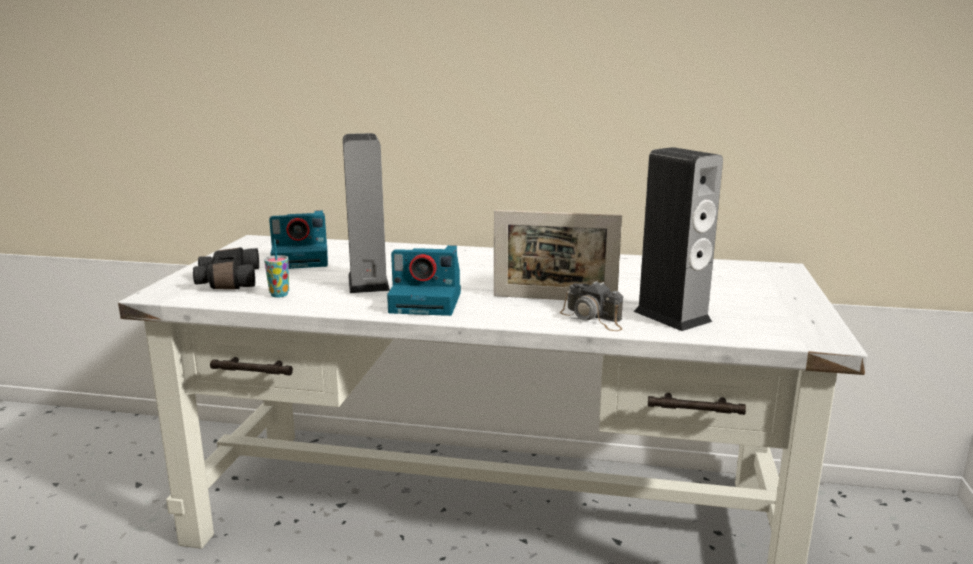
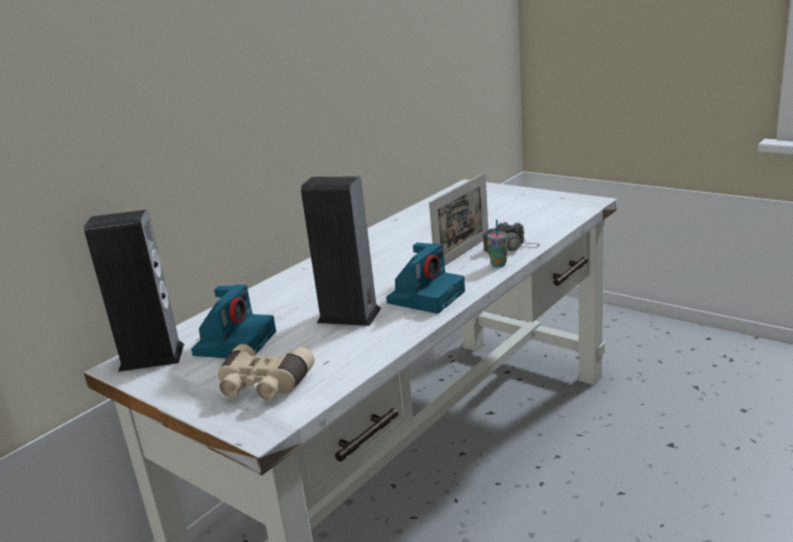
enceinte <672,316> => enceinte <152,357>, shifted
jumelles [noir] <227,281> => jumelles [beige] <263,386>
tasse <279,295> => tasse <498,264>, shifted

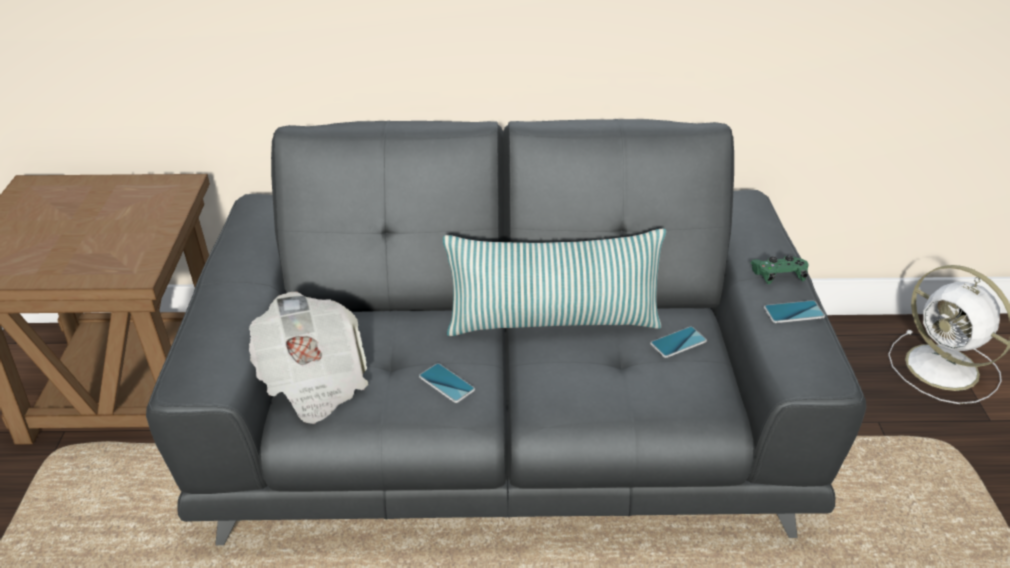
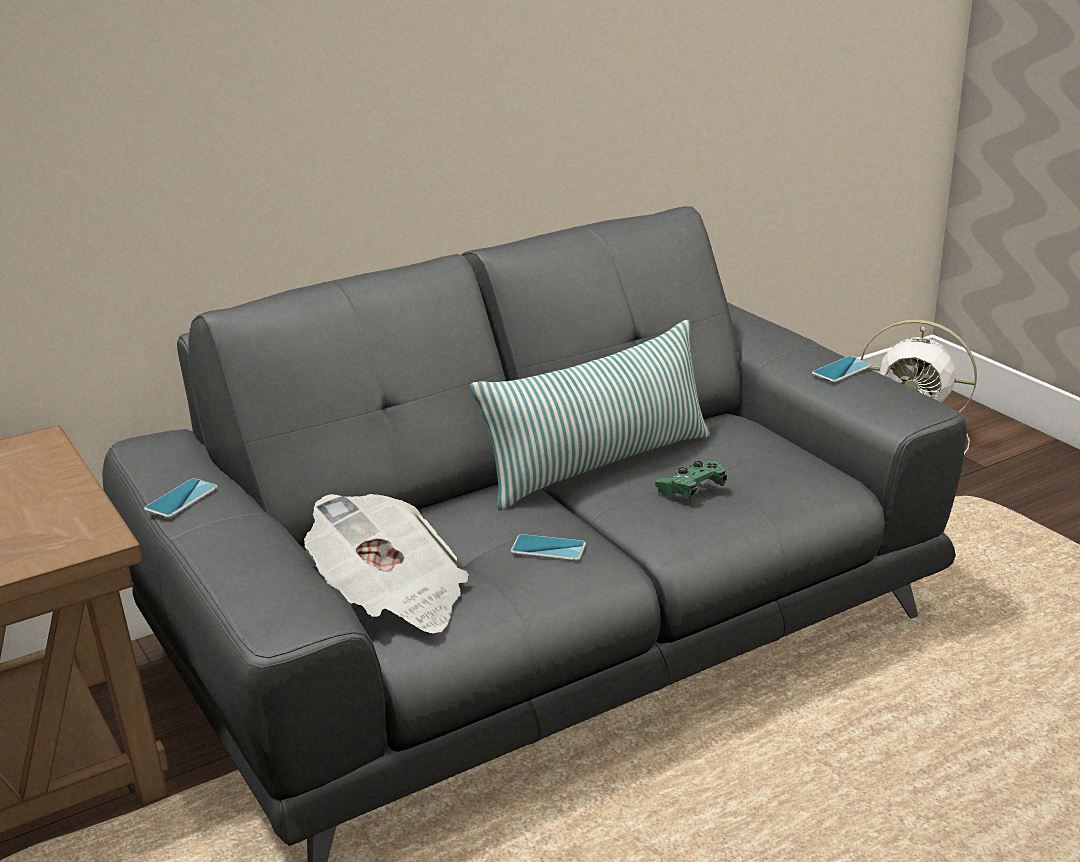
téléphone <678,343> => téléphone <181,499>, shifted
manette [vert] <778,276> => manette [vert] <691,490>, shifted

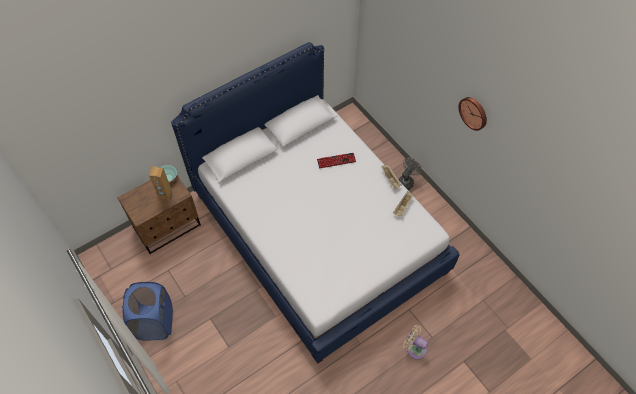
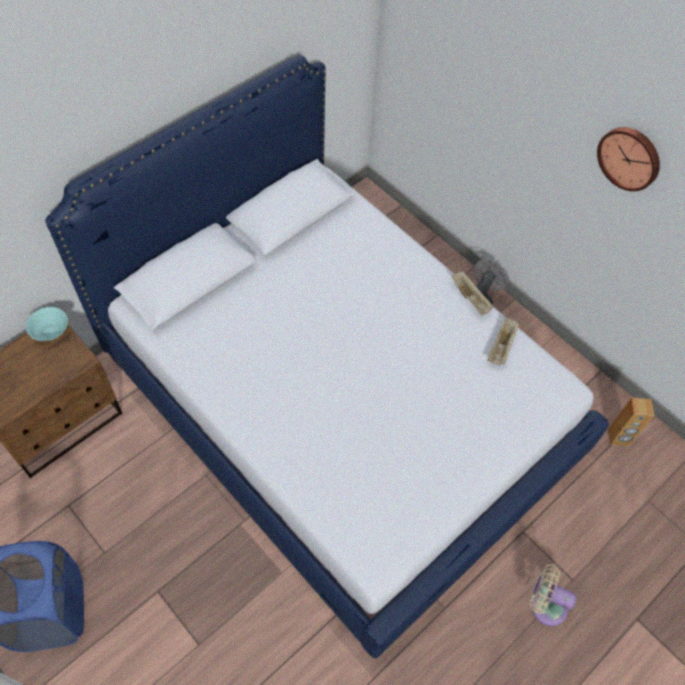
enceinte [marron] <165,194> => enceinte [marron] <618,438>, shifted
clavier <336,161> => nothing

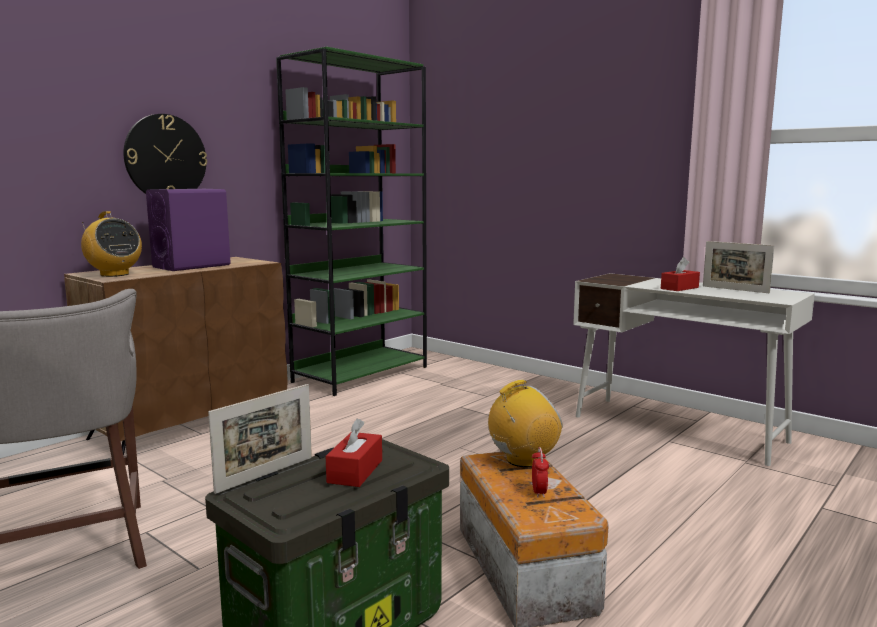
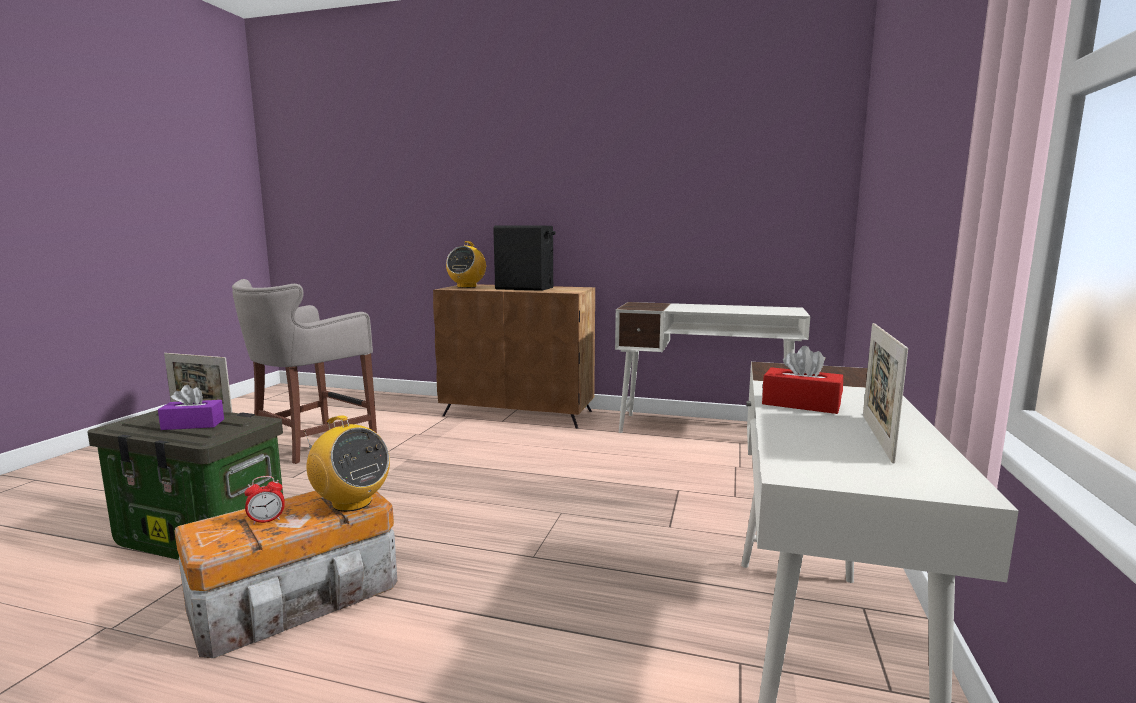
boîte à mouchoirs [rouge] <355,471> => boîte à mouchoirs [violet] <193,424>
enceinte [violet] <192,266> => enceinte [noir] <525,288>
bibliothèque [vert] <361,374> => bureau [blanc] <705,430>
horloge murale <165,157> => nothing

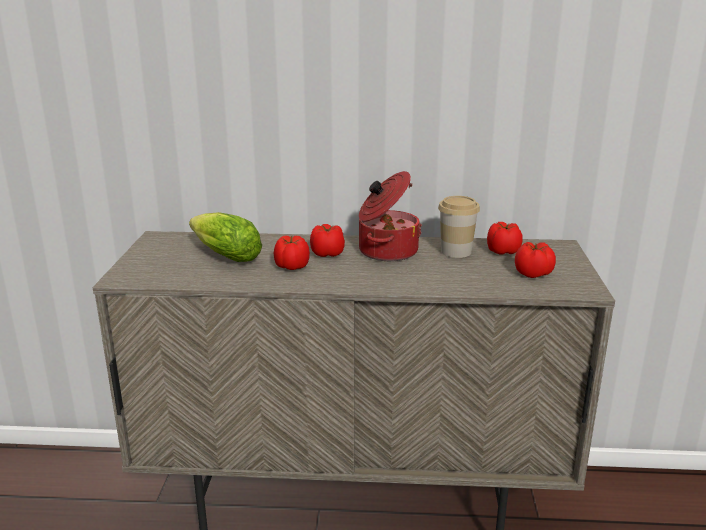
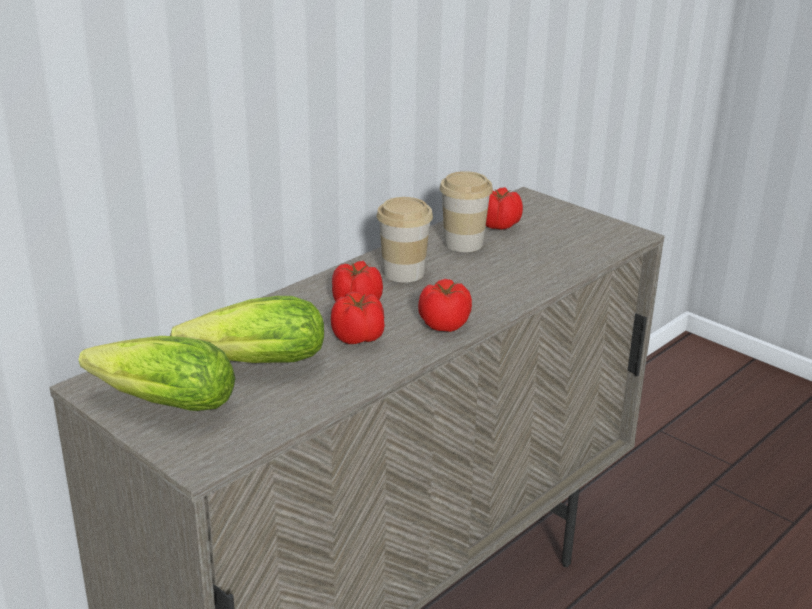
nothing => laitue <158,403>
marmite <386,251> => tasse <403,273>
tomate <533,274> => tomate <445,324>, shifted

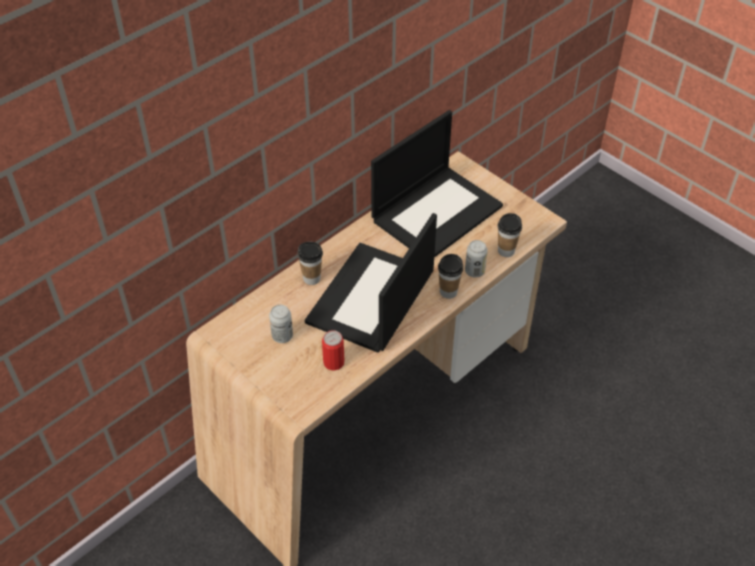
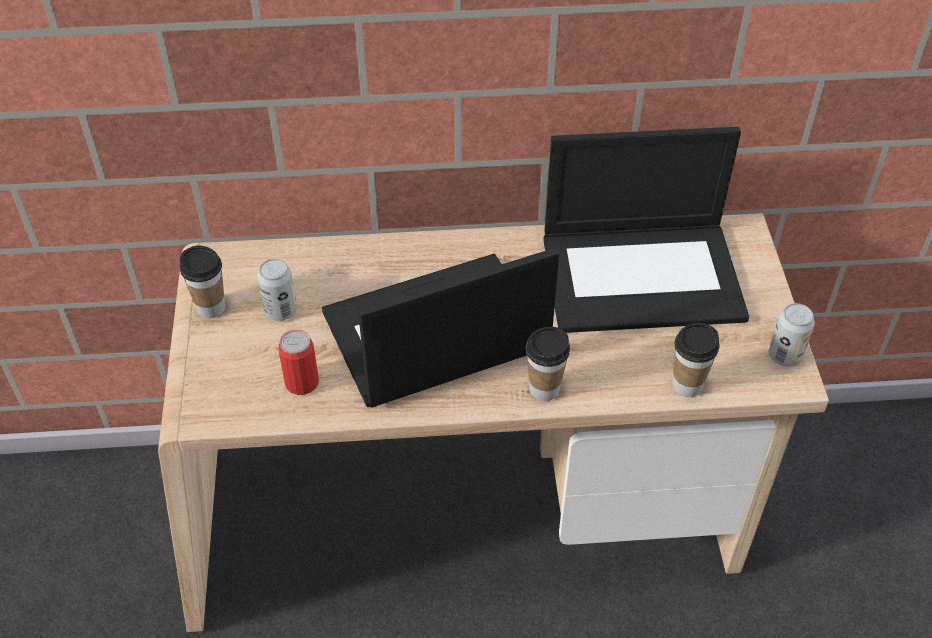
tasse <312,278> => tasse <211,307>, shifted
boîte métallique <474,271> => boîte métallique <785,355>, shifted

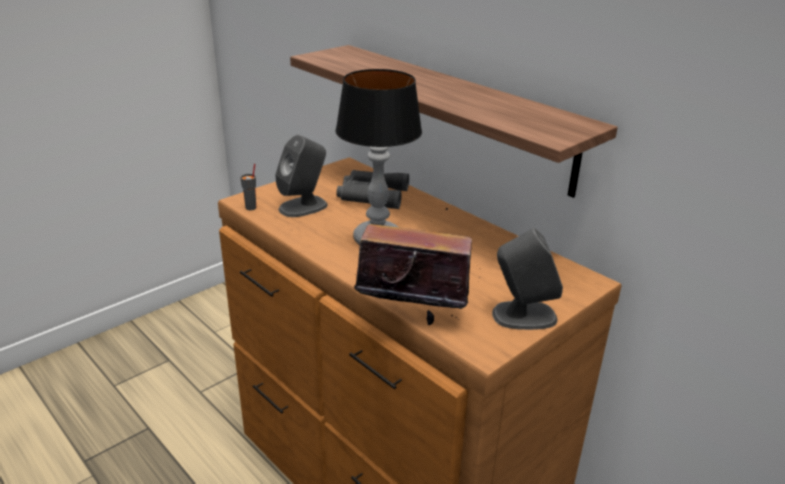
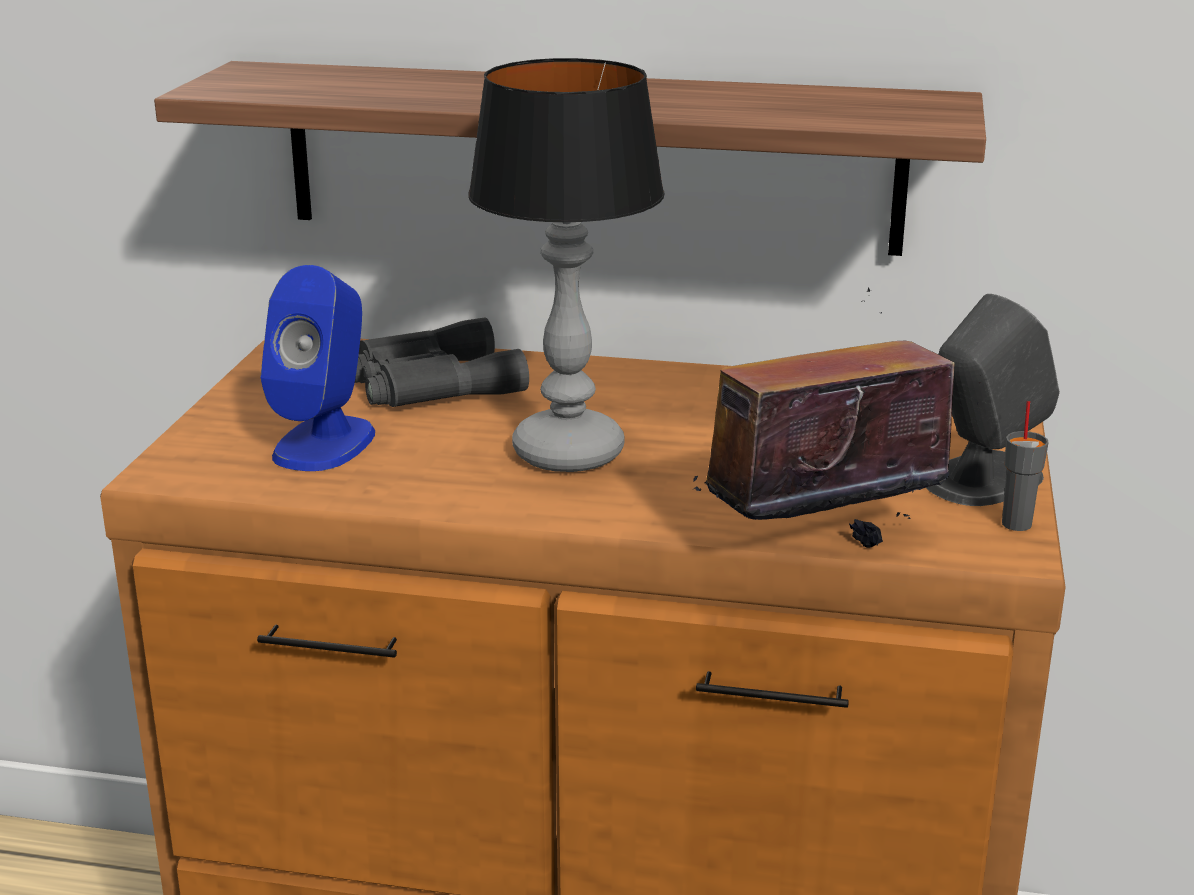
enceinte [gris] <303,206> => enceinte [bleu] <325,443>
tasse [gris] <251,207> => tasse [gris] <1017,523>, shifted

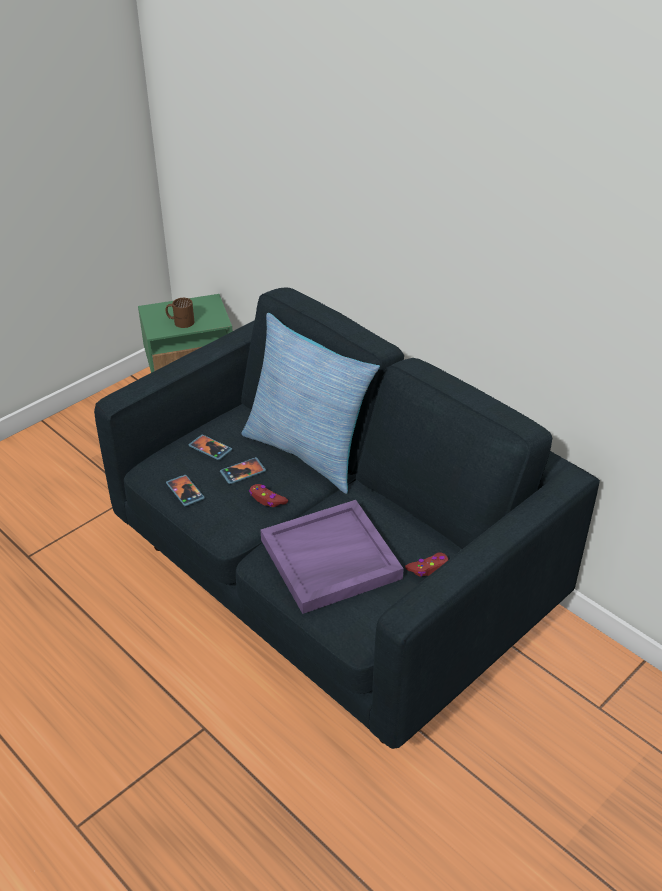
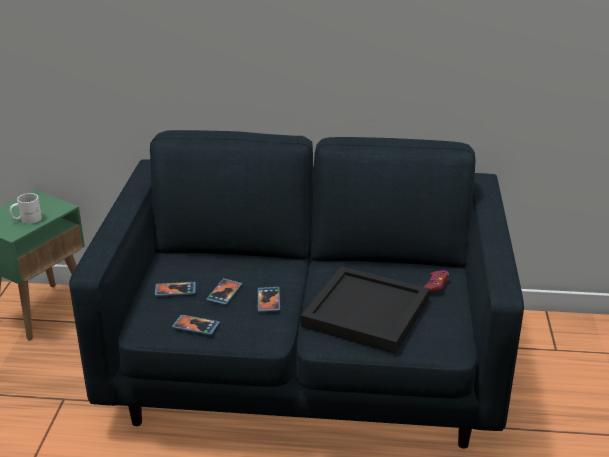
mug [marron] <180,321> => mug [blanc] <26,219>
manette [rouge] <267,499> => téléphone <268,300>
plateau [violet] <330,560> => plateau [noir] <366,313>
coussin <308,451> => nothing

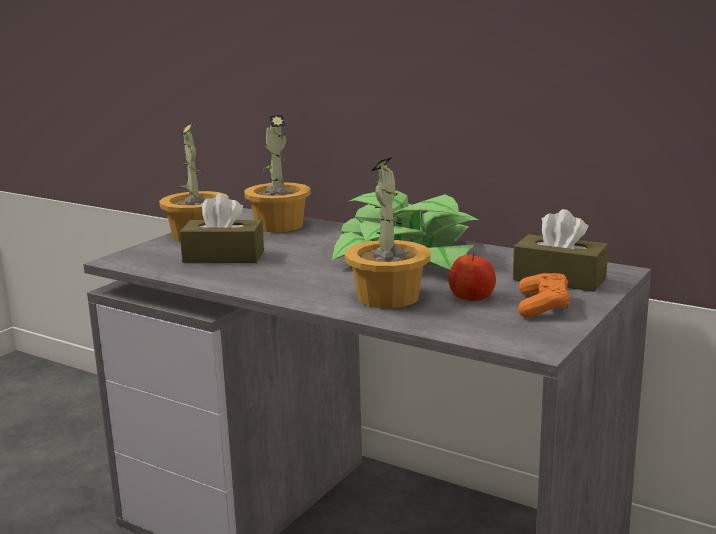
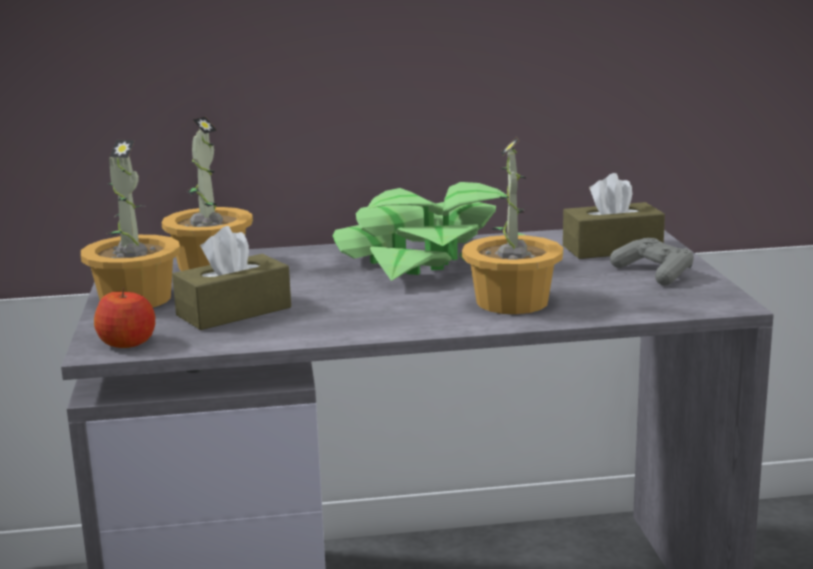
pomme <472,297> => pomme <128,343>, shifted
manette [orange] <542,306> => manette [gris] <653,273>

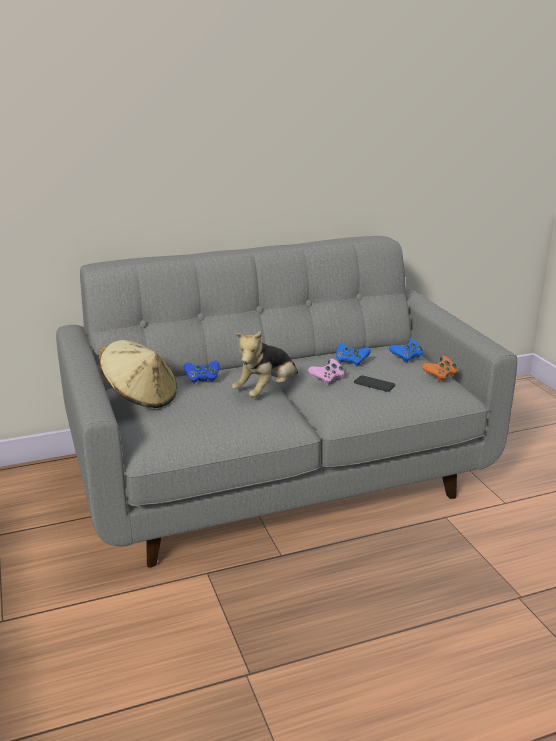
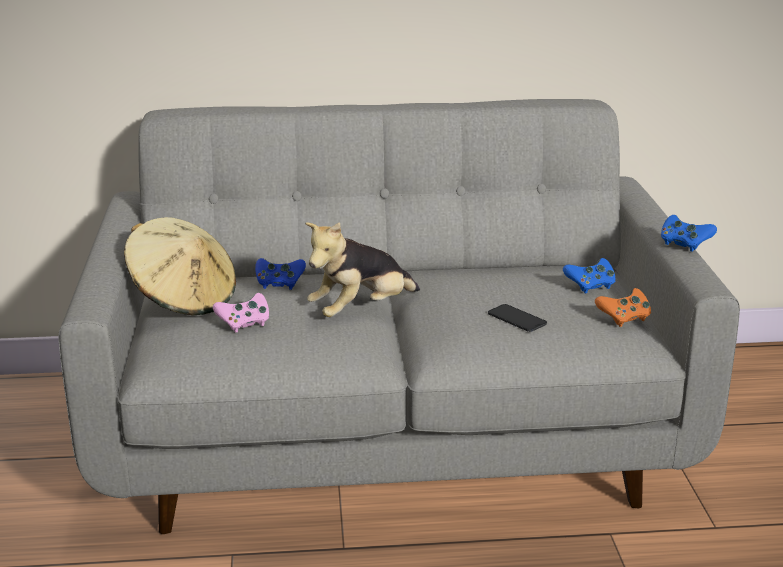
manette [rose] <327,379> => manette [rose] <244,324>, shifted
manette [bleu] <351,362> => manette [bleu] <684,244>, shifted

